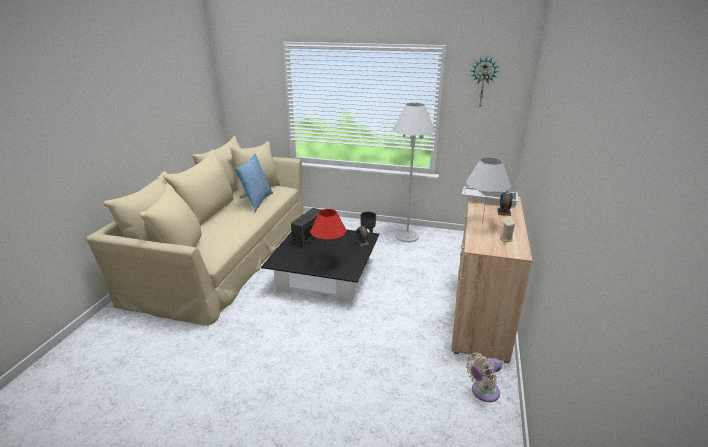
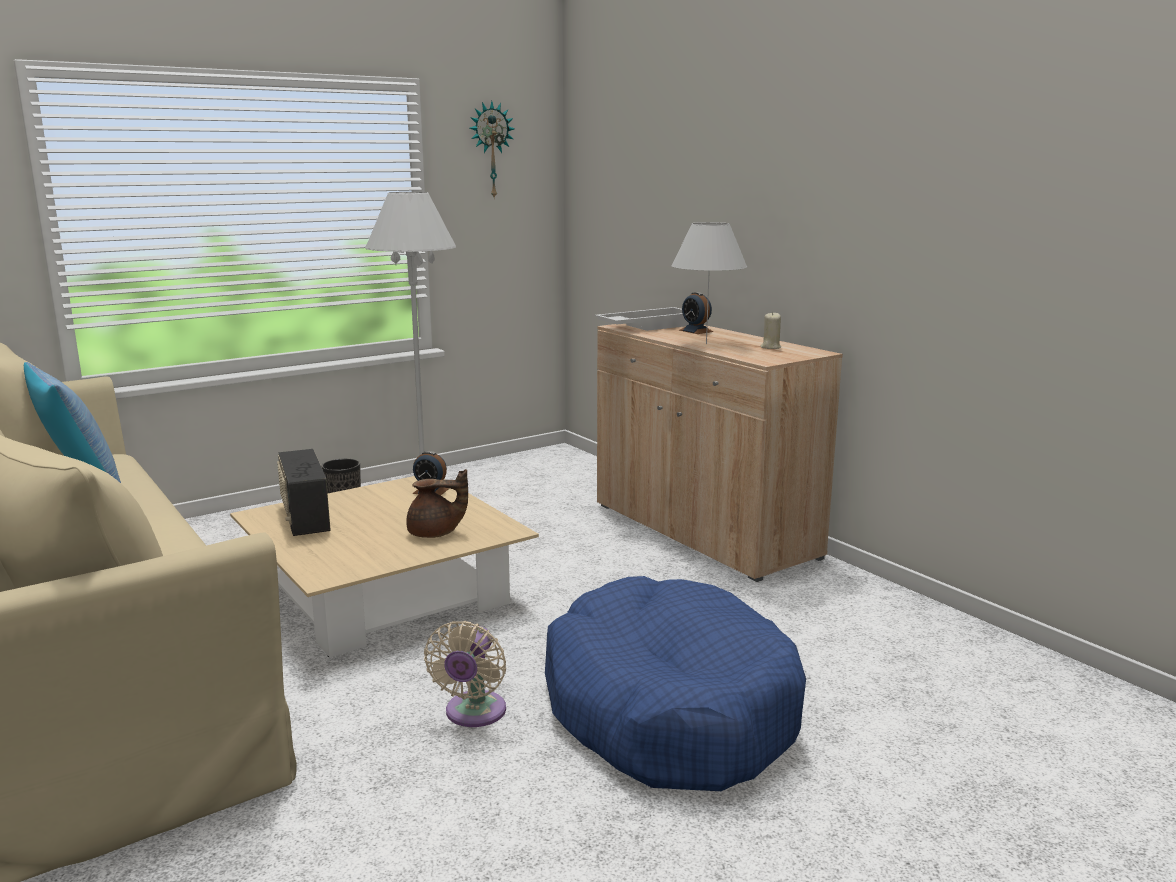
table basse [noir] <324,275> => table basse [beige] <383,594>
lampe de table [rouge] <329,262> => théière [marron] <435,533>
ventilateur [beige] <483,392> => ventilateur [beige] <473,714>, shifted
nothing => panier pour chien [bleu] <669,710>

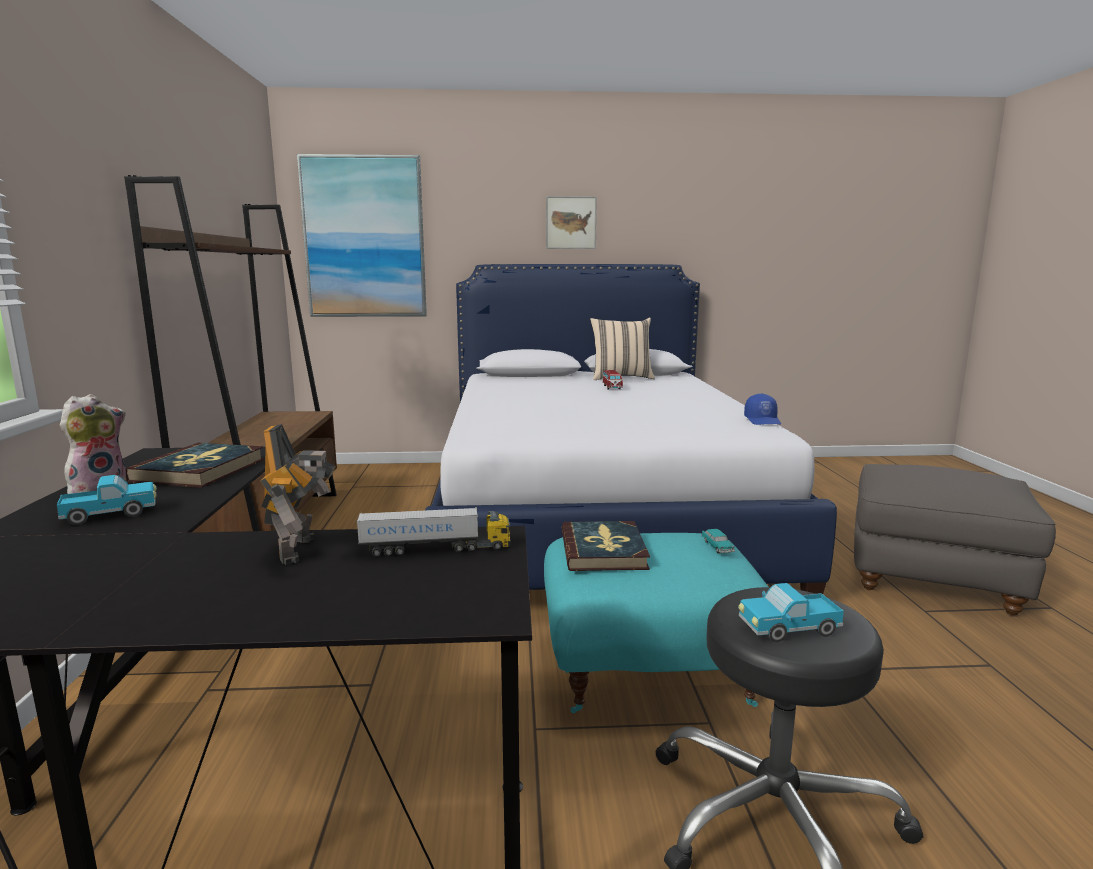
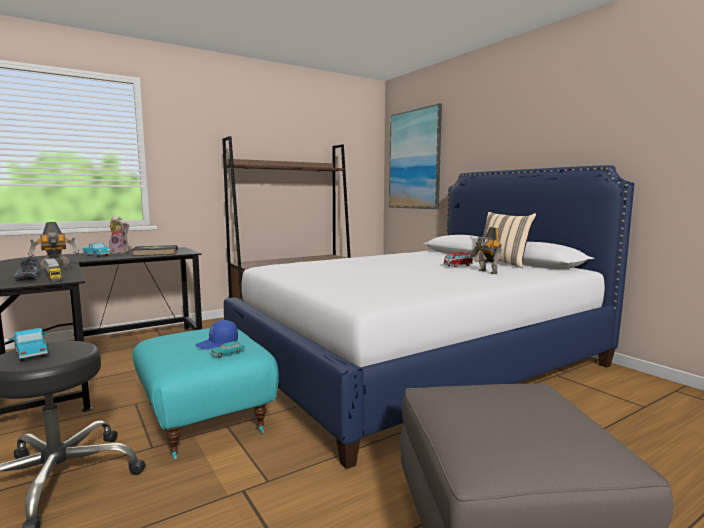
nothing => chaussure <27,278>
casquette [bleu] <763,421> => casquette [bleu] <217,344>, shifted
nothing => robot jouet <487,272>
tableau <571,223> => nothing
livre <604,550> => nothing

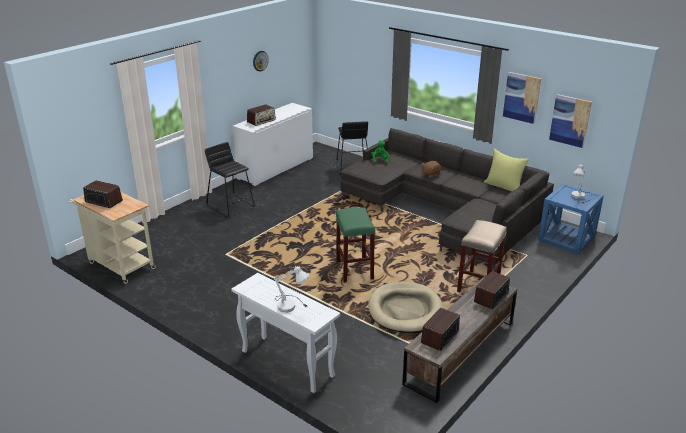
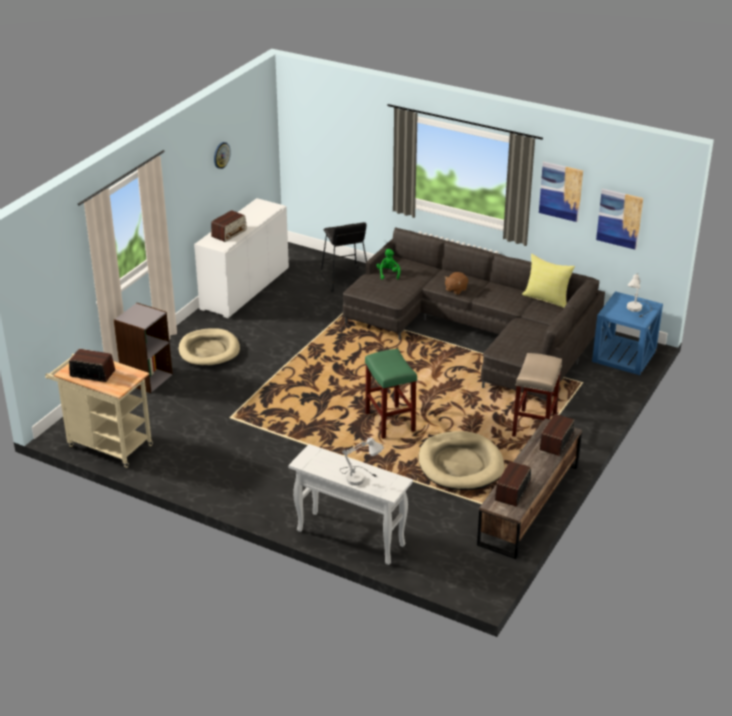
nothing => bibliothèque [gris] <146,378>
tabouret [noir] <231,206> => panier pour chien [beige] <209,350>

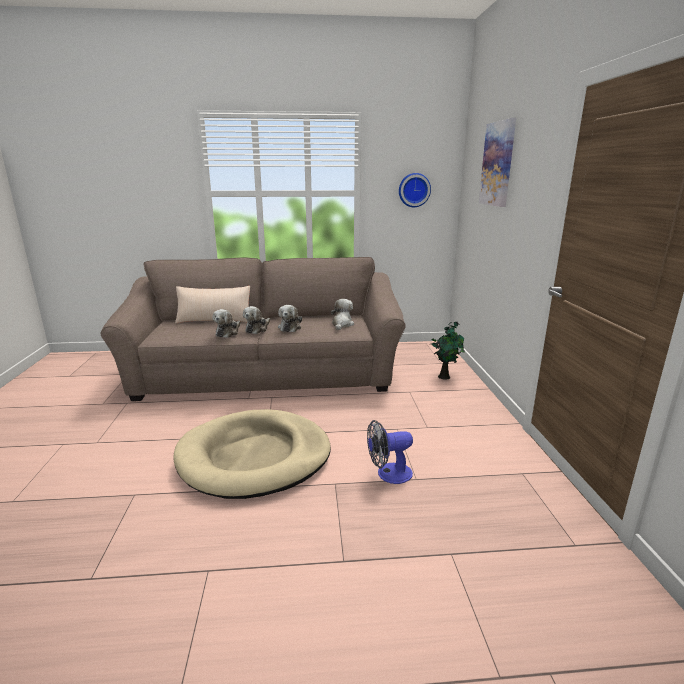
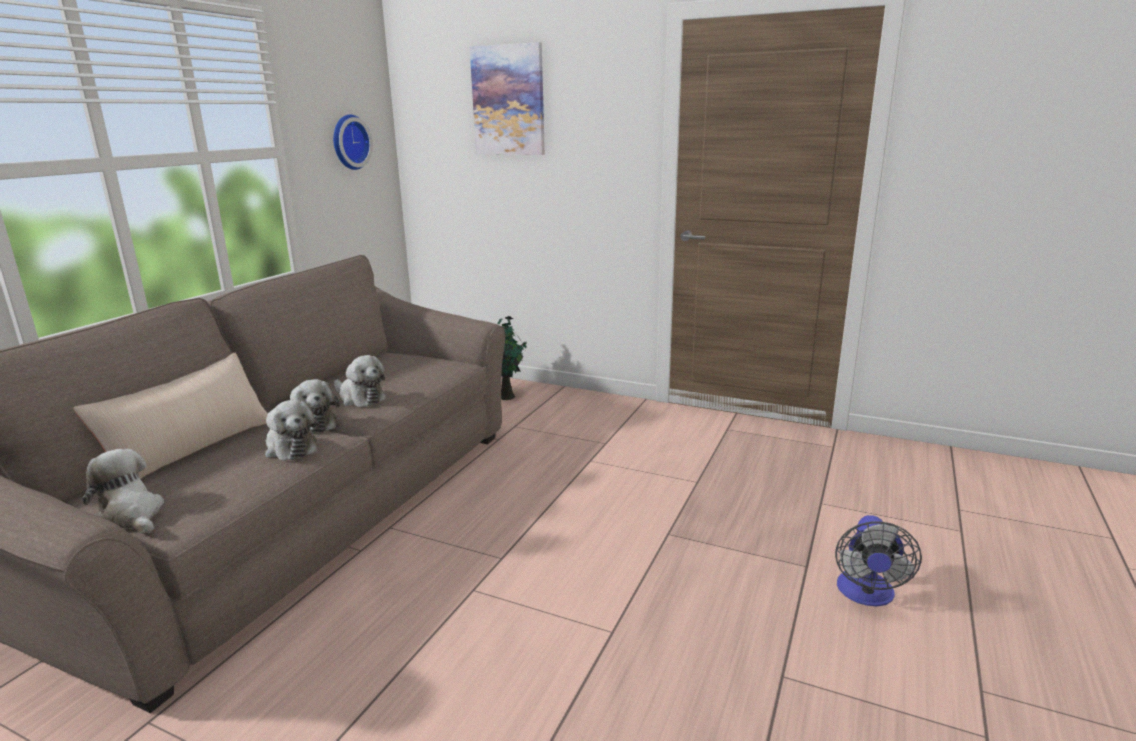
peluche <342,324> => peluche <132,515>, shifted
ventilateur <388,474> => ventilateur <866,595>, shifted
panier pour chien [beige] <254,457> => nothing

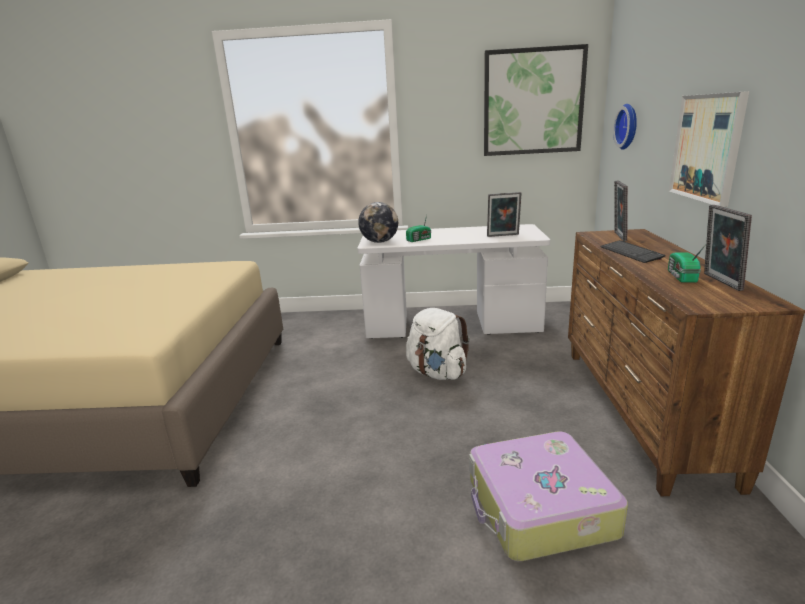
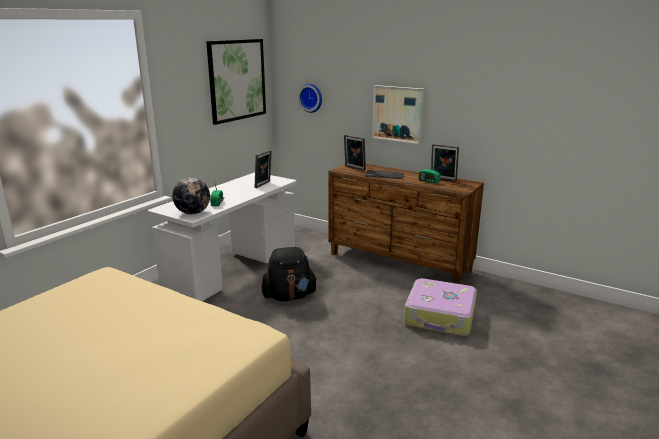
sac à dos [blanc] <437,373> => sac à dos [noir] <289,296>

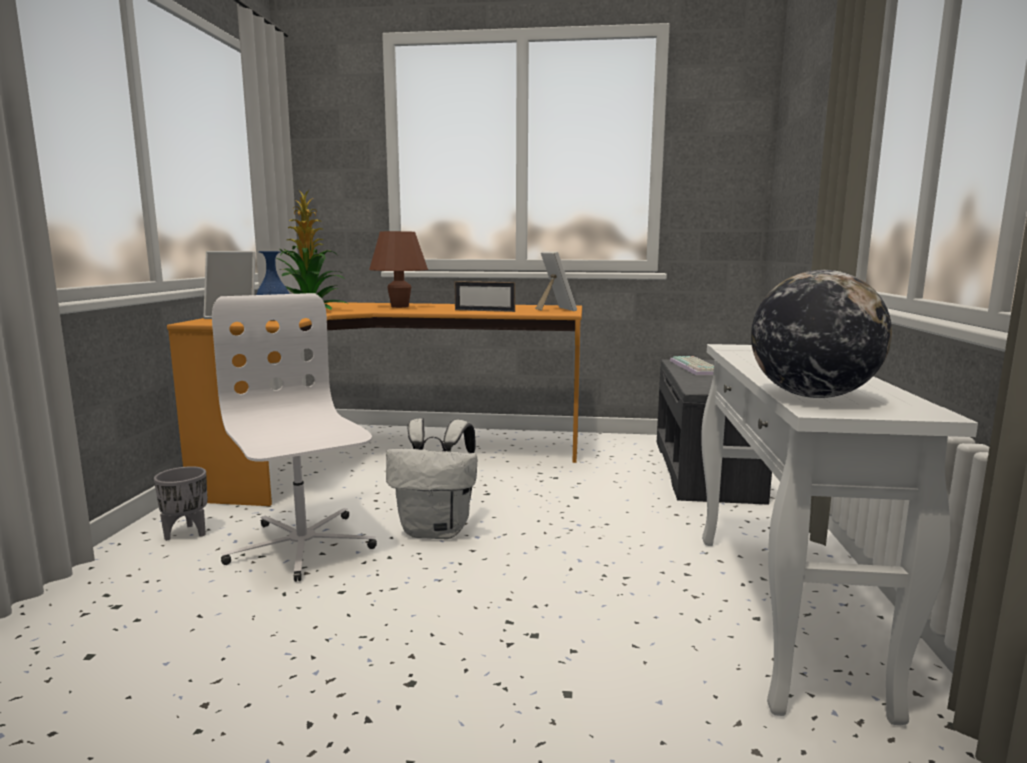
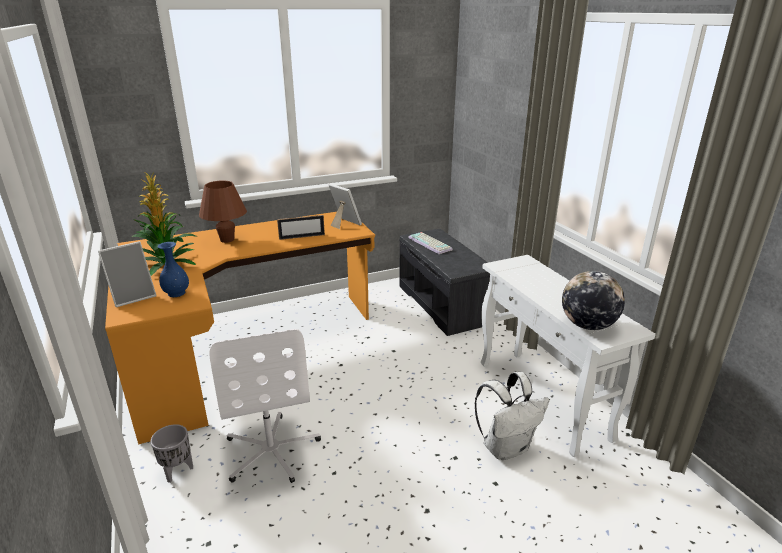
chaise de bureau [blanc] <301,546> => chaise de bureau [blanc] <272,450>, 135 degrees counterclockwise
sac à dos [blanc] <437,530> => sac à dos [blanc] <506,447>, shifted

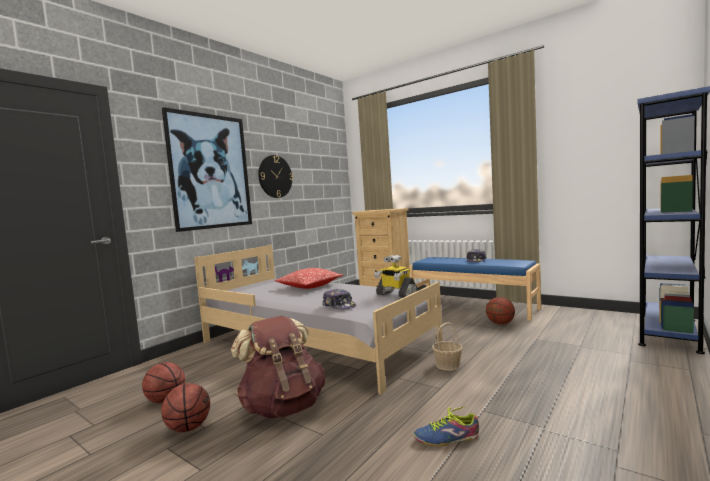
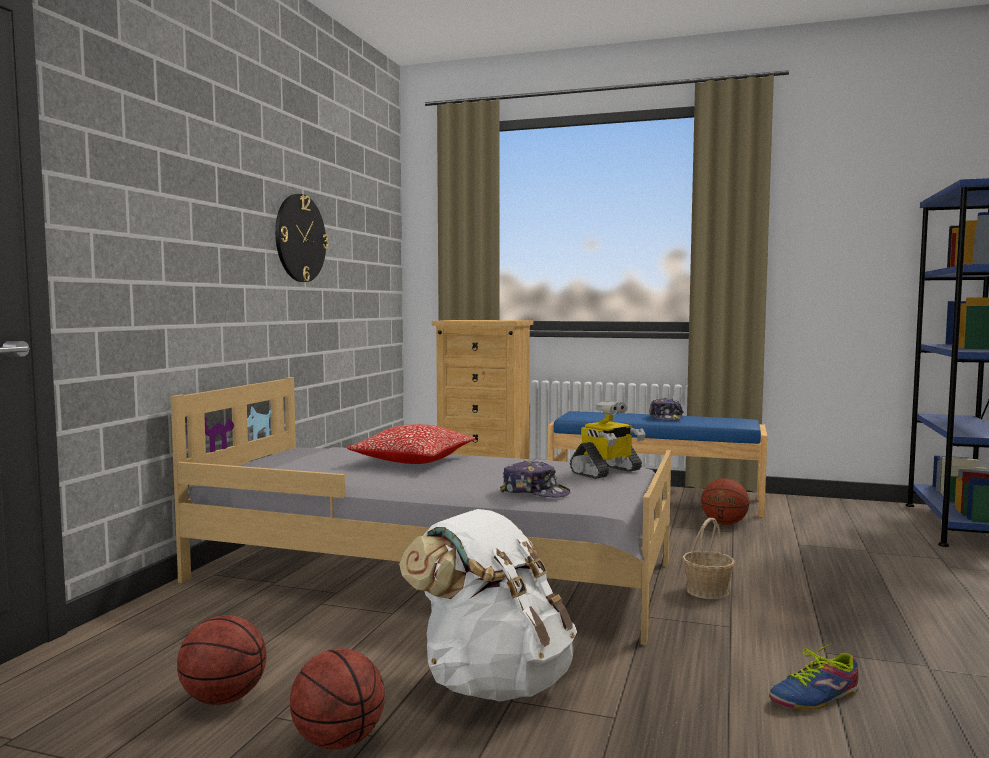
sac à dos [marron] <283,407> => sac à dos [blanc] <493,682>
robot jouet <395,294> => robot jouet <606,472>, 60 degrees counterclockwise
tableau <210,171> => nothing

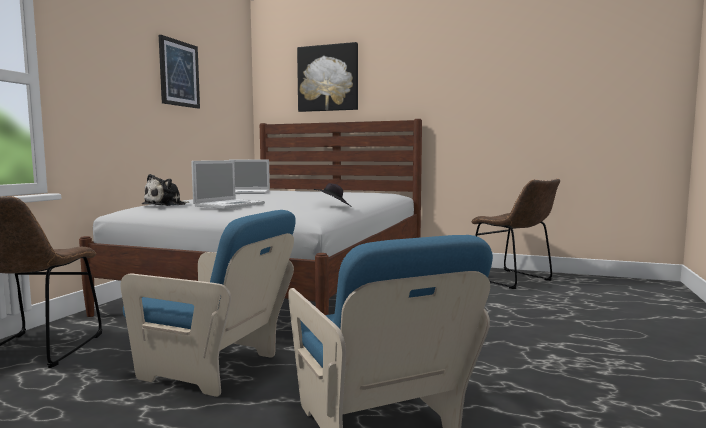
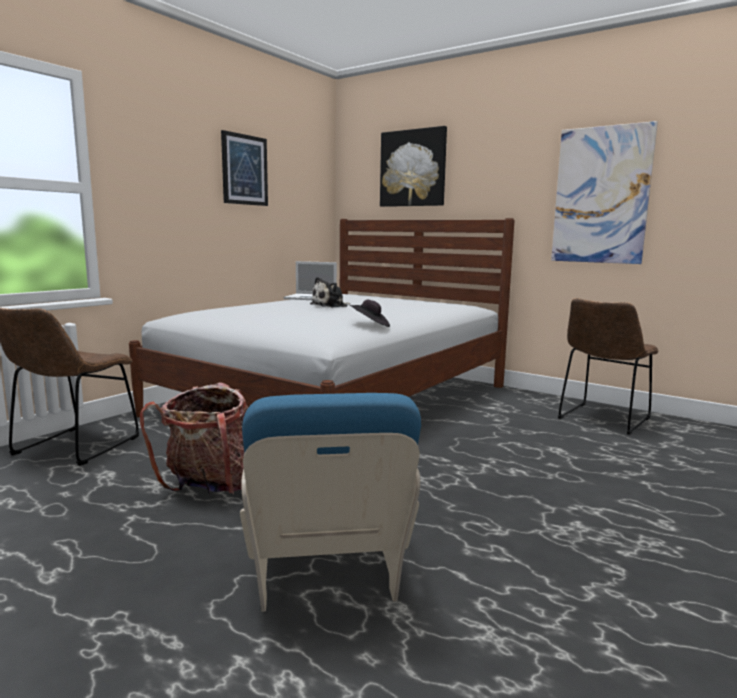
fauteuil [bleu] <215,368> => sac à dos <214,486>
peluche <167,204> => peluche <331,305>, shifted
nothing => tableau <601,195>
chaise [marron] <513,280> => chaise [marron] <602,420>, 60 degrees clockwise
ordinateur portable <230,205> => nothing

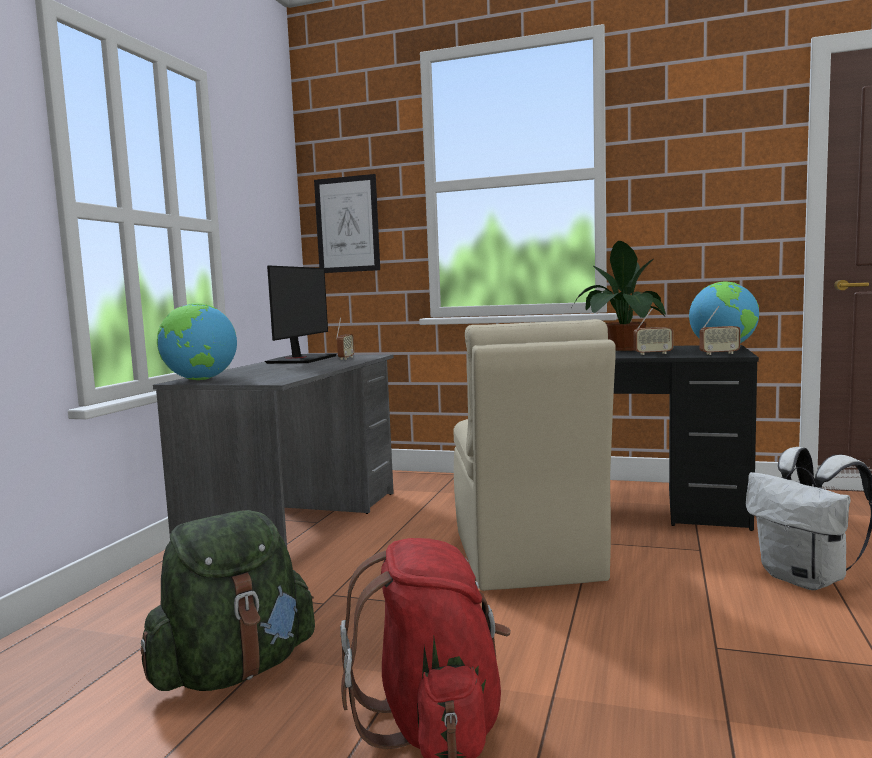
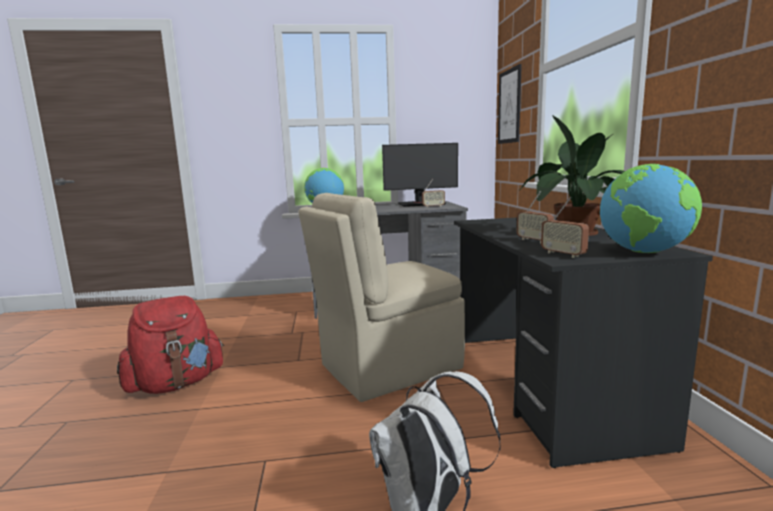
sac à dos [vert] <234,670> => nothing

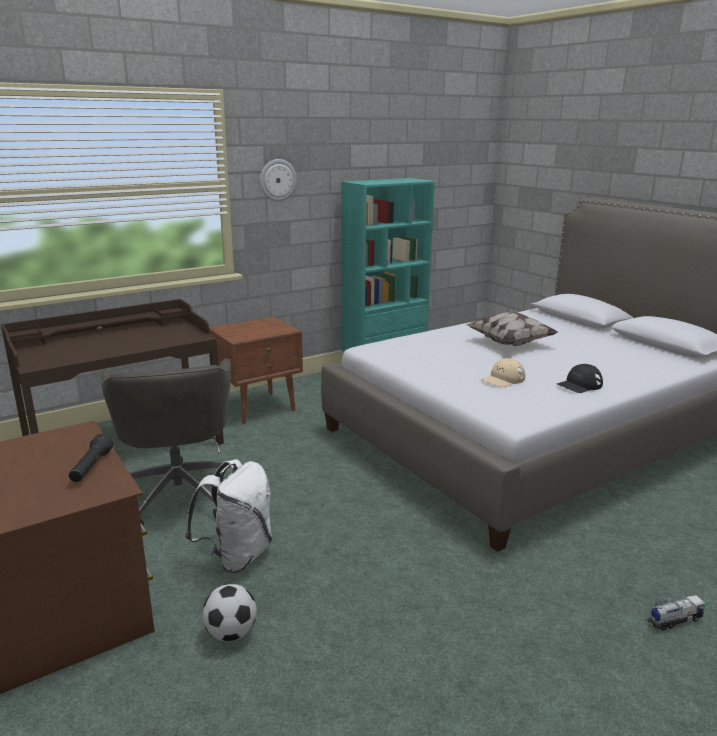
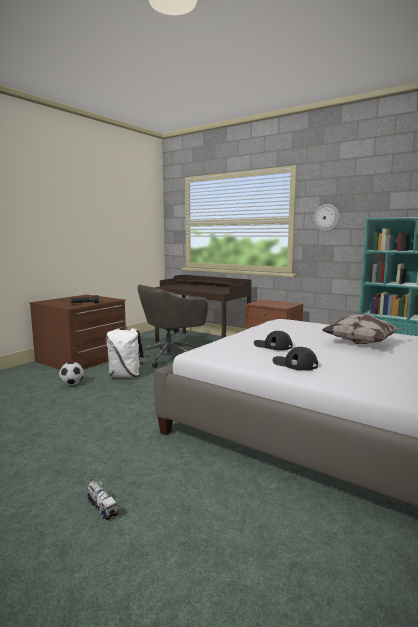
casquette [beige] <503,379> => casquette [noir] <272,345>

